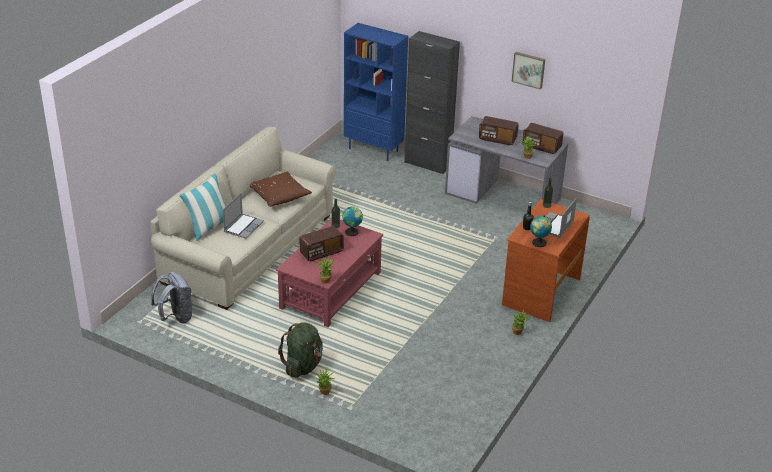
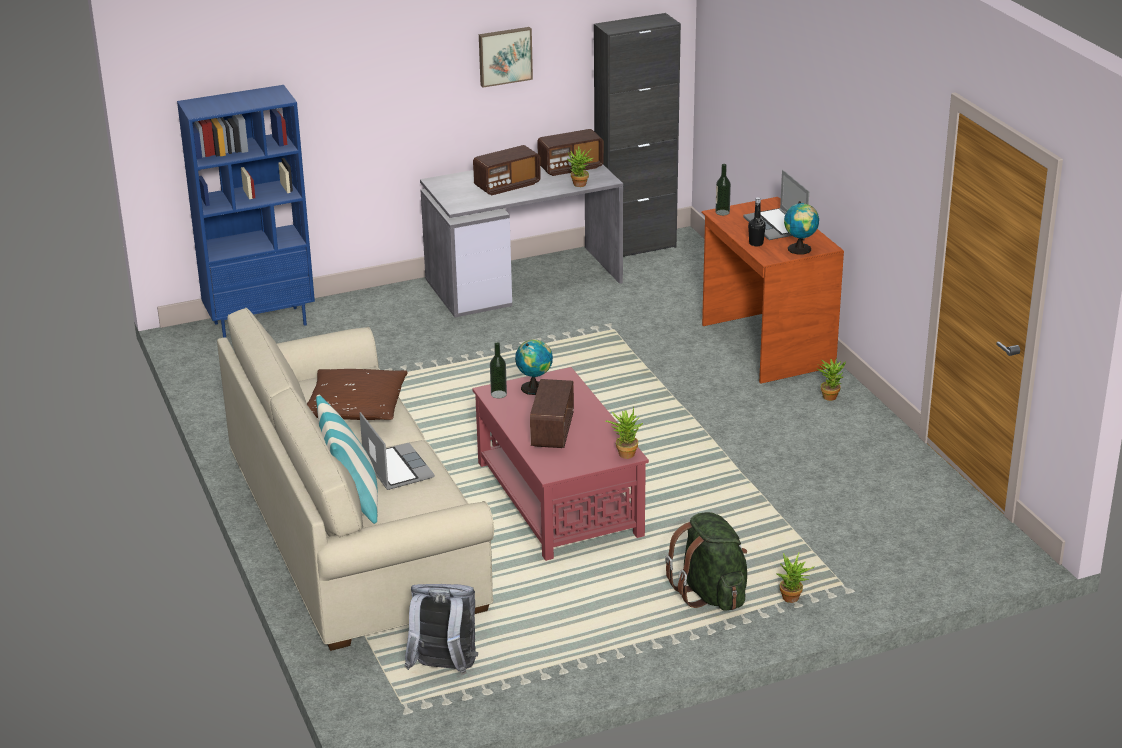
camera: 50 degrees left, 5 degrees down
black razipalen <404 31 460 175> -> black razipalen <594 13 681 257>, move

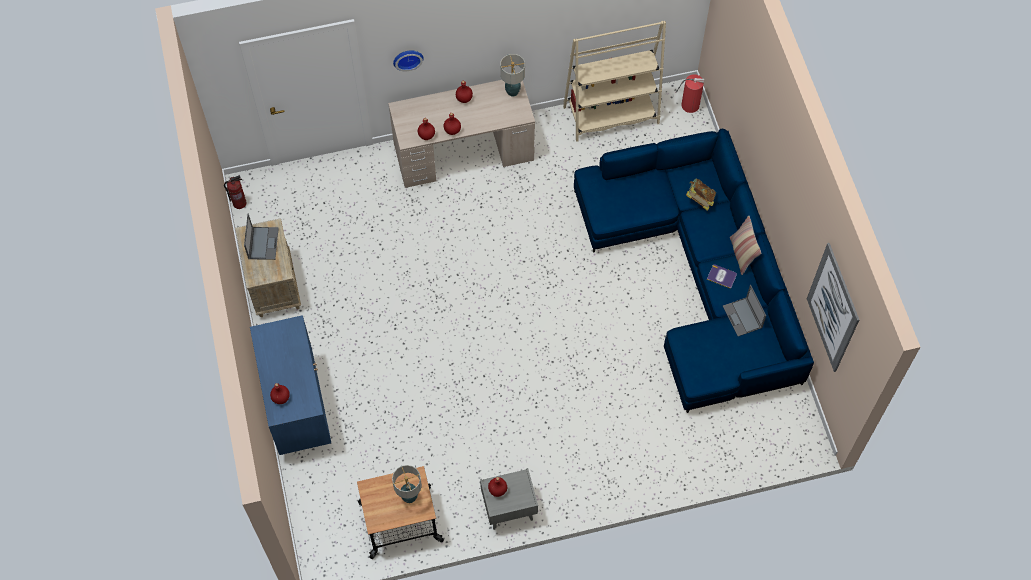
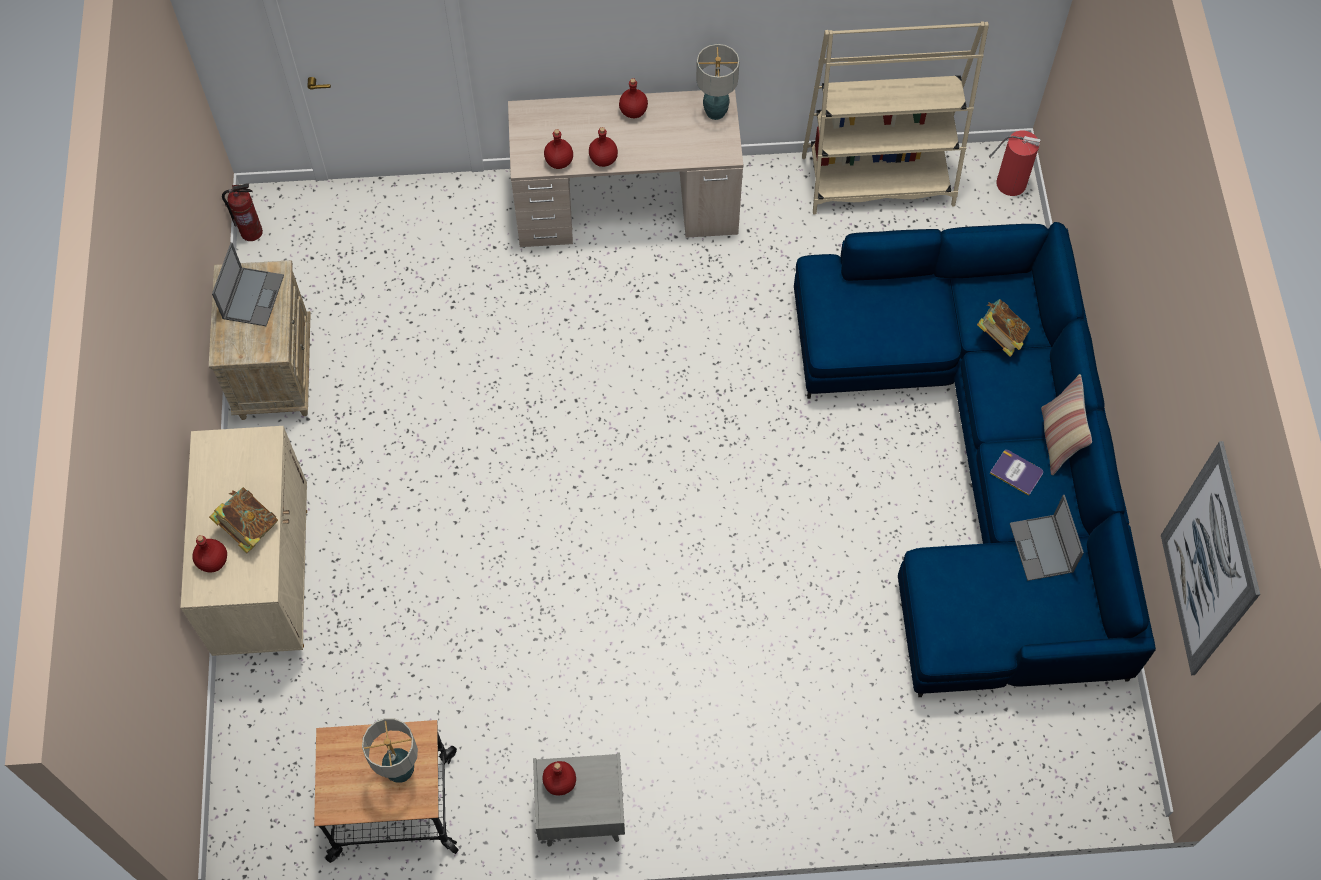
camera: 10 degrees right, 0 degrees up
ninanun <393 50 424 71> -> none
none -> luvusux <209 487 278 553>
blue razipalen <250 315 331 455> -> beige razipalen <180 426 307 656>

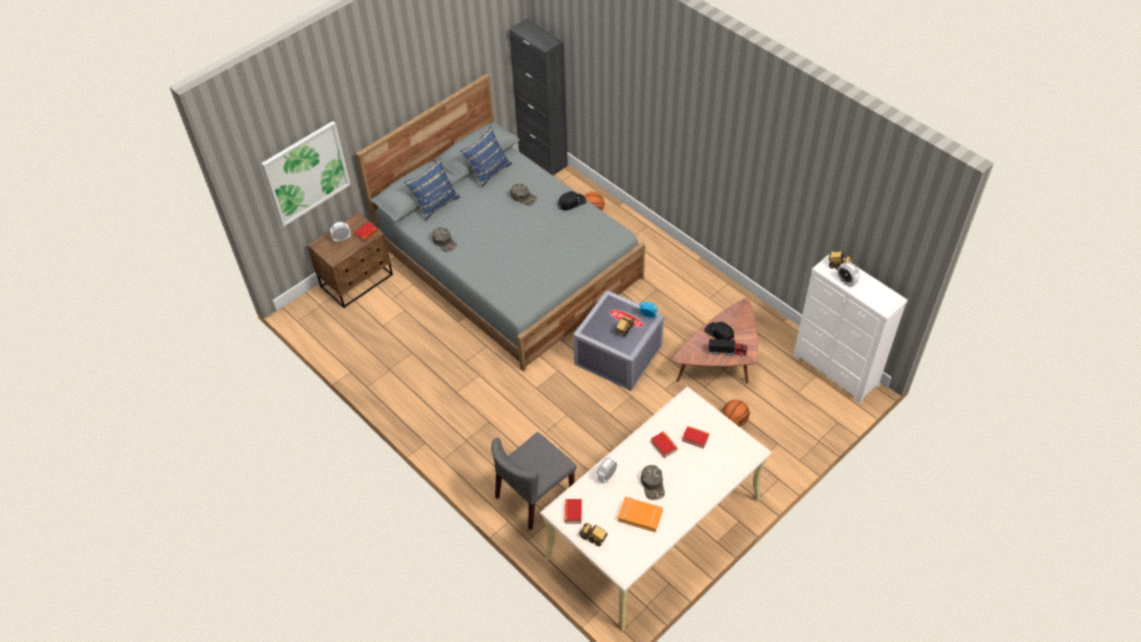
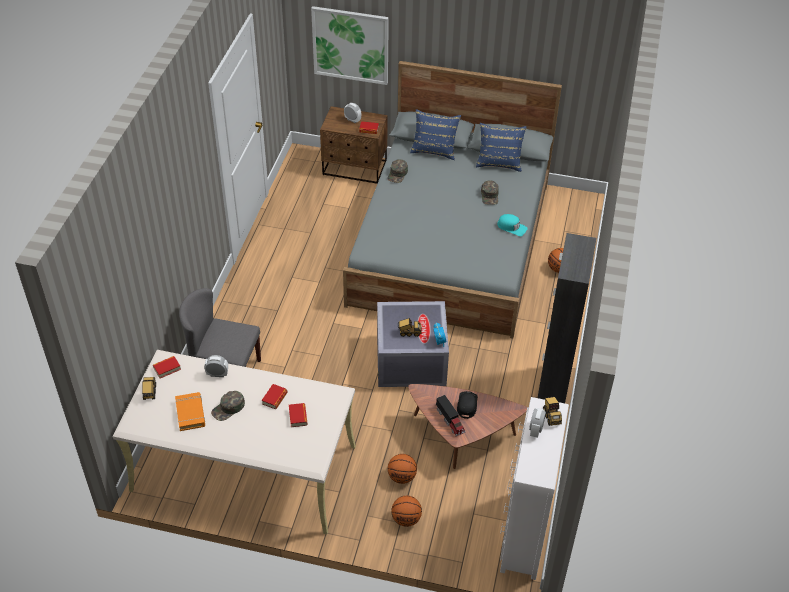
camera: 55 degrees right, 5 degrees down
none -> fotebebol <391 496 422 527>
black razipalen <509 19 568 176> -> black razipalen <538 233 596 403>, move
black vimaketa <558 191 586 210> -> turquoise vimaketa <497 214 528 236>

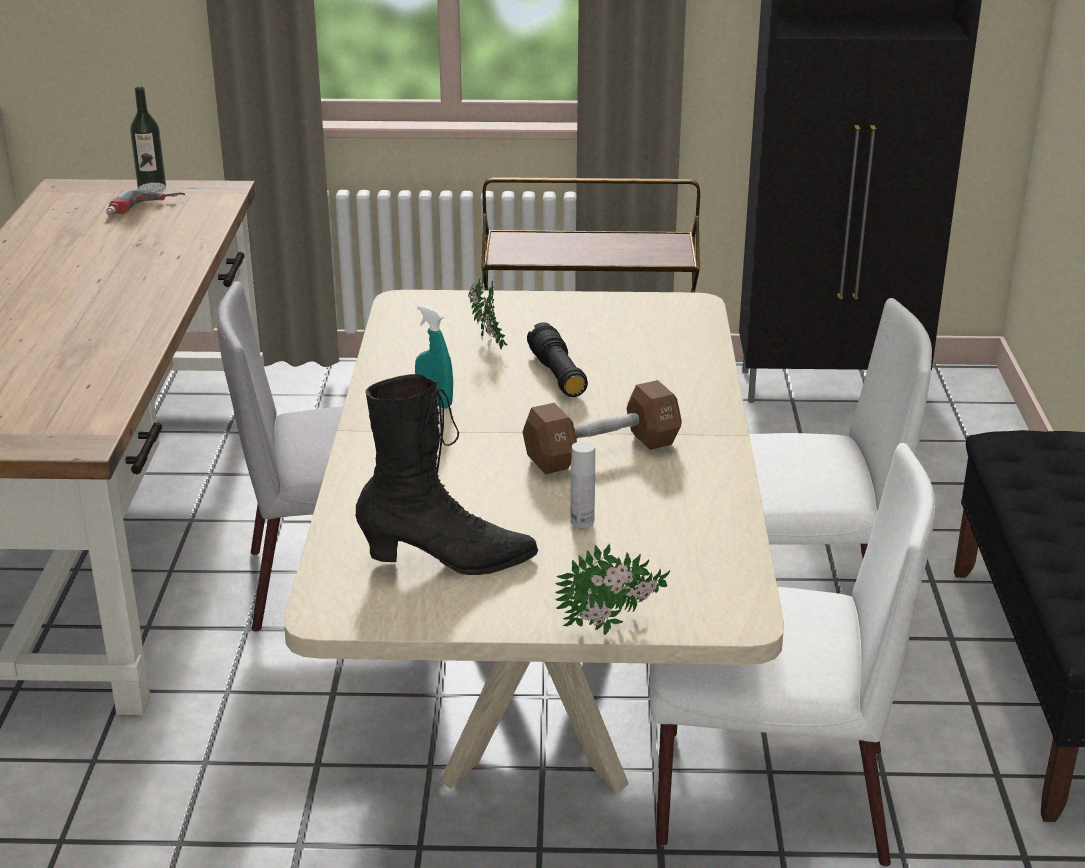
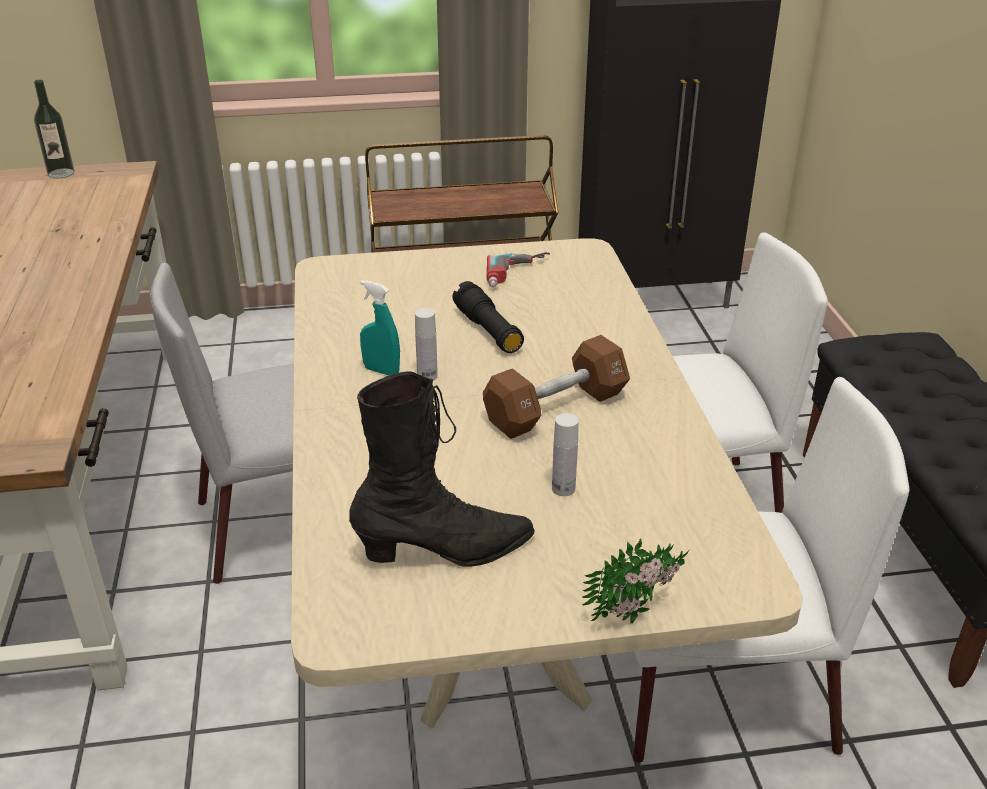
camera: 10 degrees left, 5 degrees up
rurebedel <468 266 508 350> -> none
none -> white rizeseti <415 308 438 381>
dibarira <106 190 185 216> -> dibarira <486 252 550 287>, move

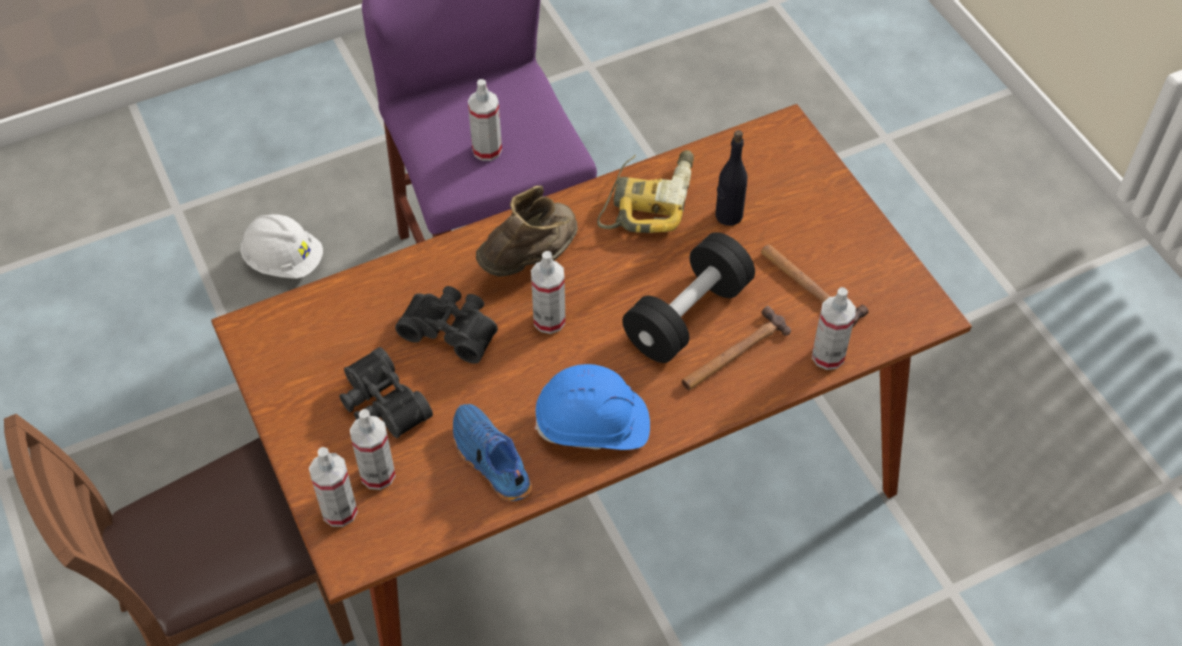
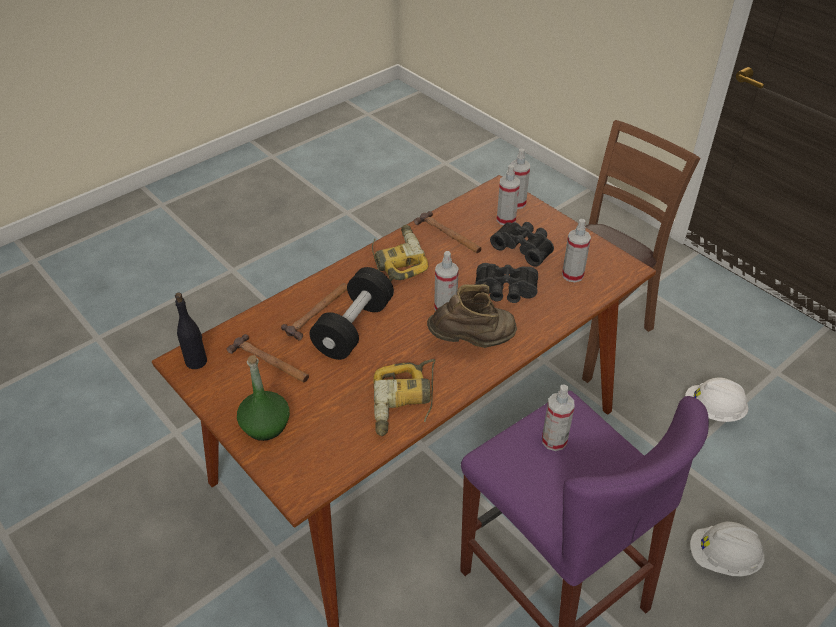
camera: 165 degrees right, 10 degrees down
none -> green rizeseti <237 355 290 441>
none -> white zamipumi <685 377 748 422>
black rizeseti <715 130 747 226> -> black rizeseti <175 293 207 369>, move
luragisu <812 287 856 370> -> luragisu <562 219 591 282>, move
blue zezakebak <453 404 532 502> -> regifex <414 211 482 253>
blue zamipumi <534 364 650 450> -> dibarira <372 225 428 281>
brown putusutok <476 186 578 276> -> brown putusutok <427 284 517 348>, 135 degrees counterclockwise

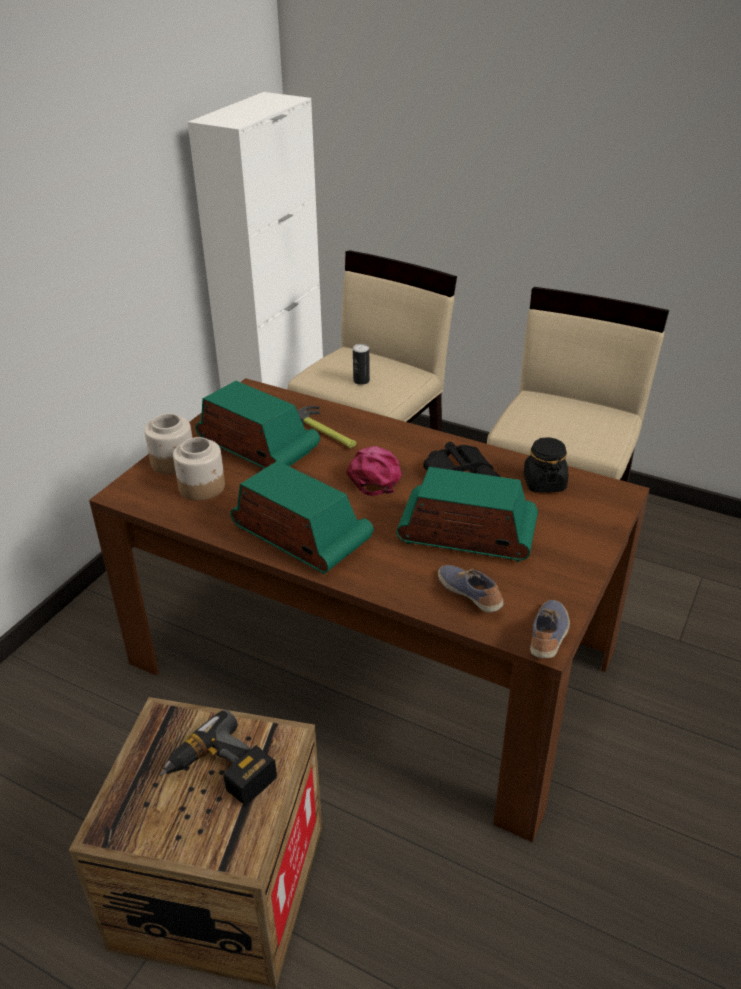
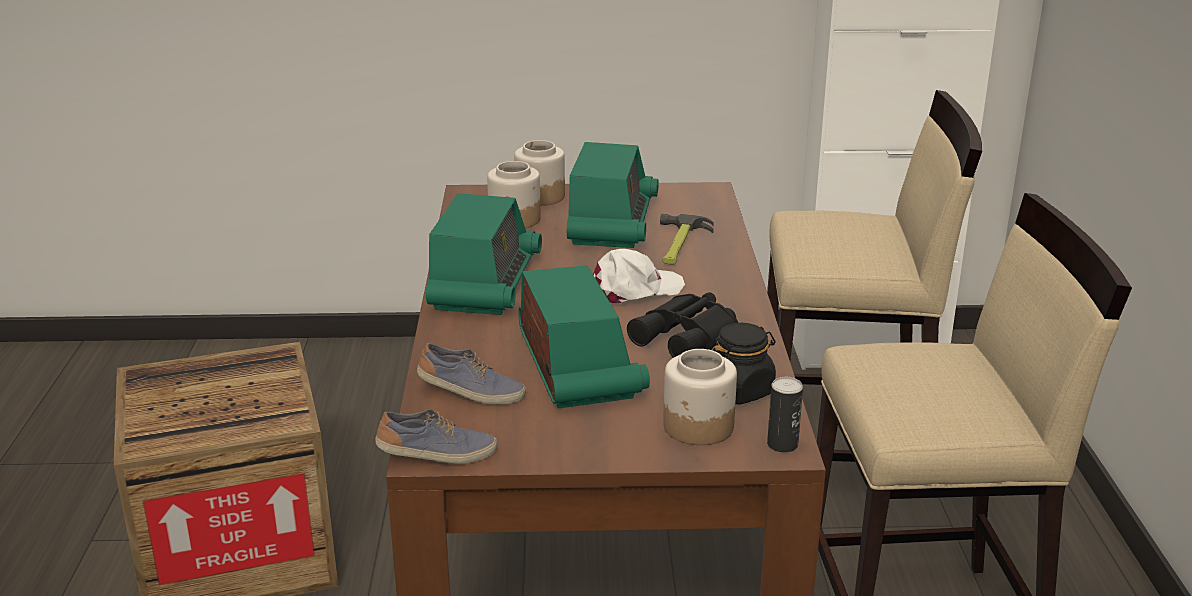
camera: 60 degrees right, 10 degrees down
dibarira <160 710 277 805> -> none
none -> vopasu <663 349 737 445>
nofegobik <353 344 370 385> -> nofegobik <767 377 803 452>, move
pink vimaketa <346 446 402 496> -> white vimaketa <593 249 685 303>
zezakebak <438 565 503 613> -> zezakebak <417 343 526 405>, 75 degrees clockwise

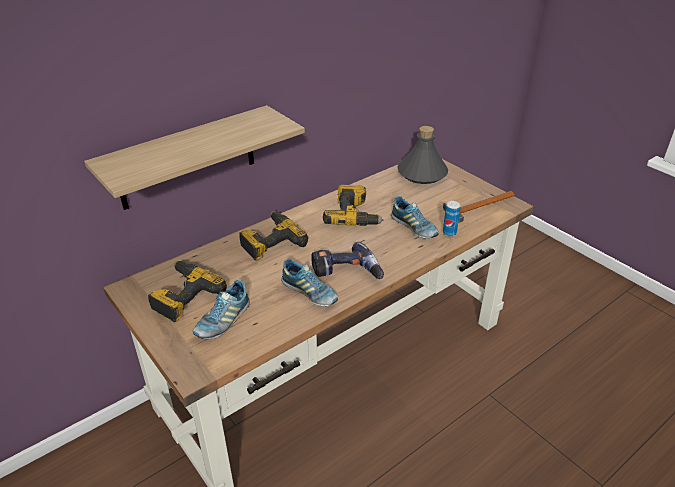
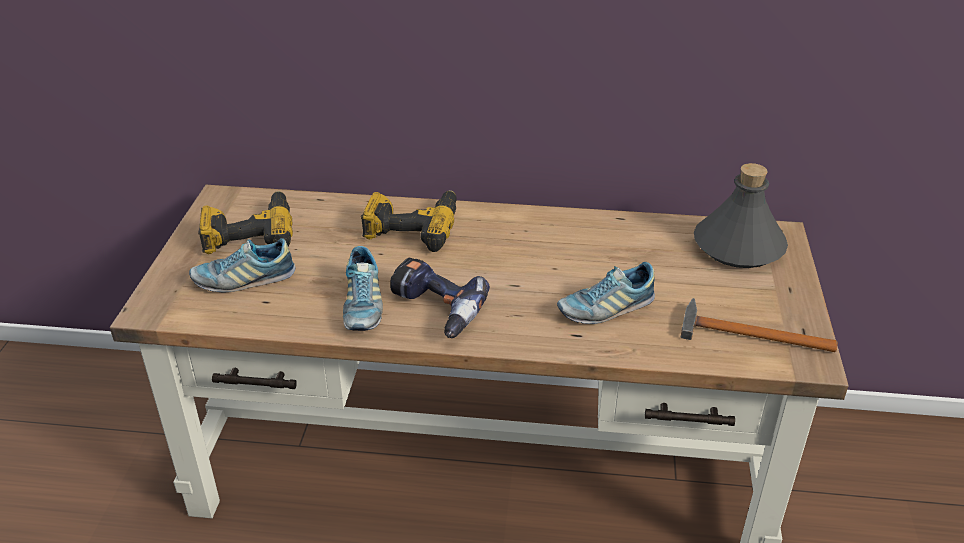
camera: 45 degrees right, 0 degrees up
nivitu <84 105 305 210> -> none
dibarira <323 185 384 226> -> none
nofegobik <443 201 461 236> -> none
zezakebak <391 196 439 239> -> zezakebak <557 262 655 324>, 60 degrees clockwise

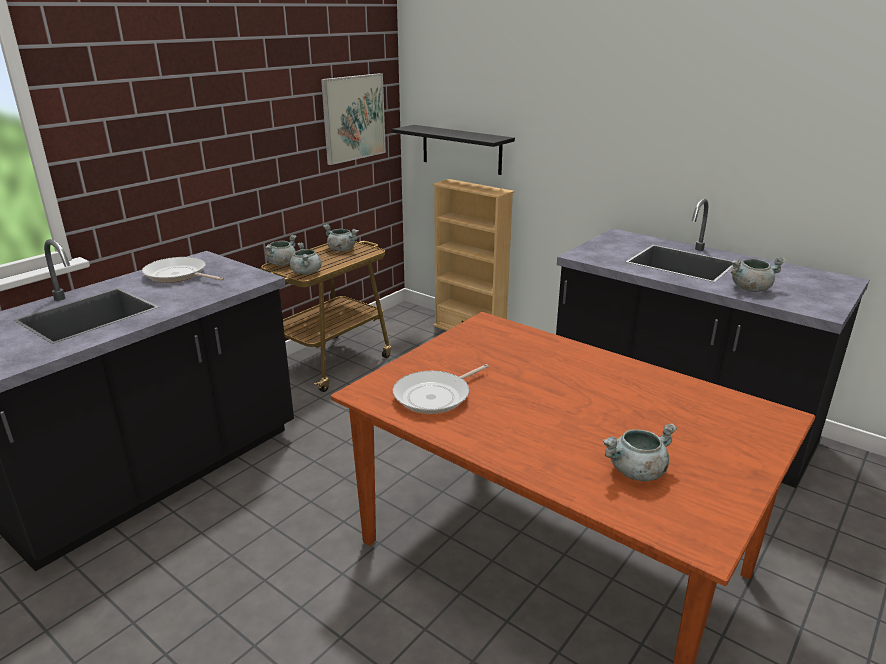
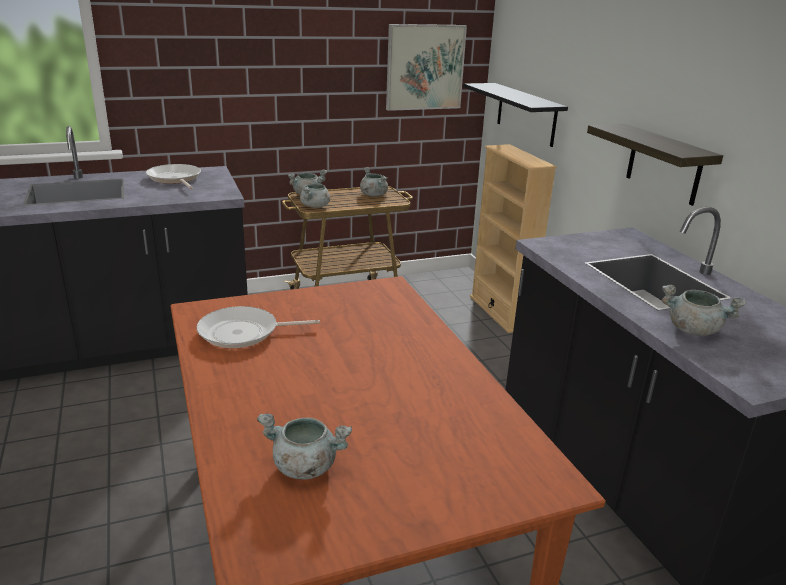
camera: 30 degrees right, 0 degrees up
none -> nivitu <587 123 723 206>

